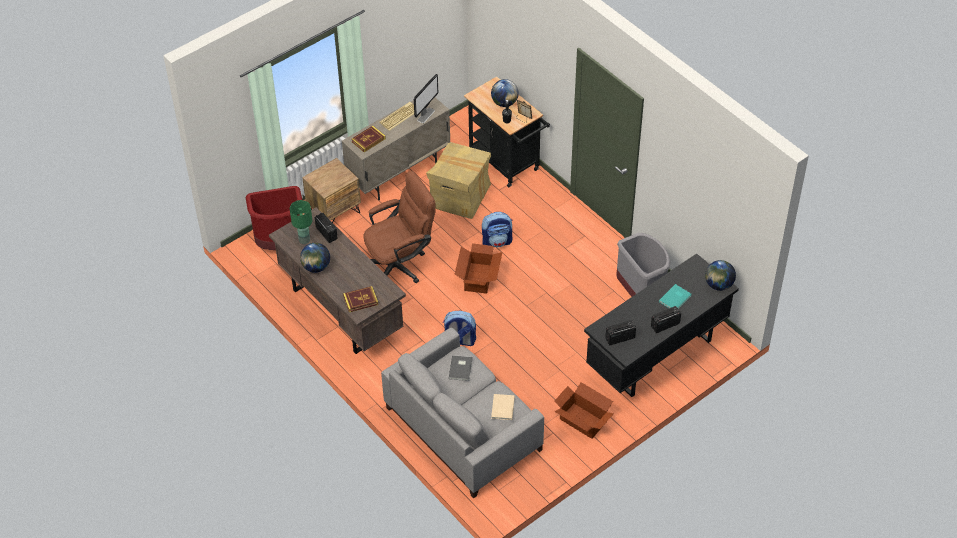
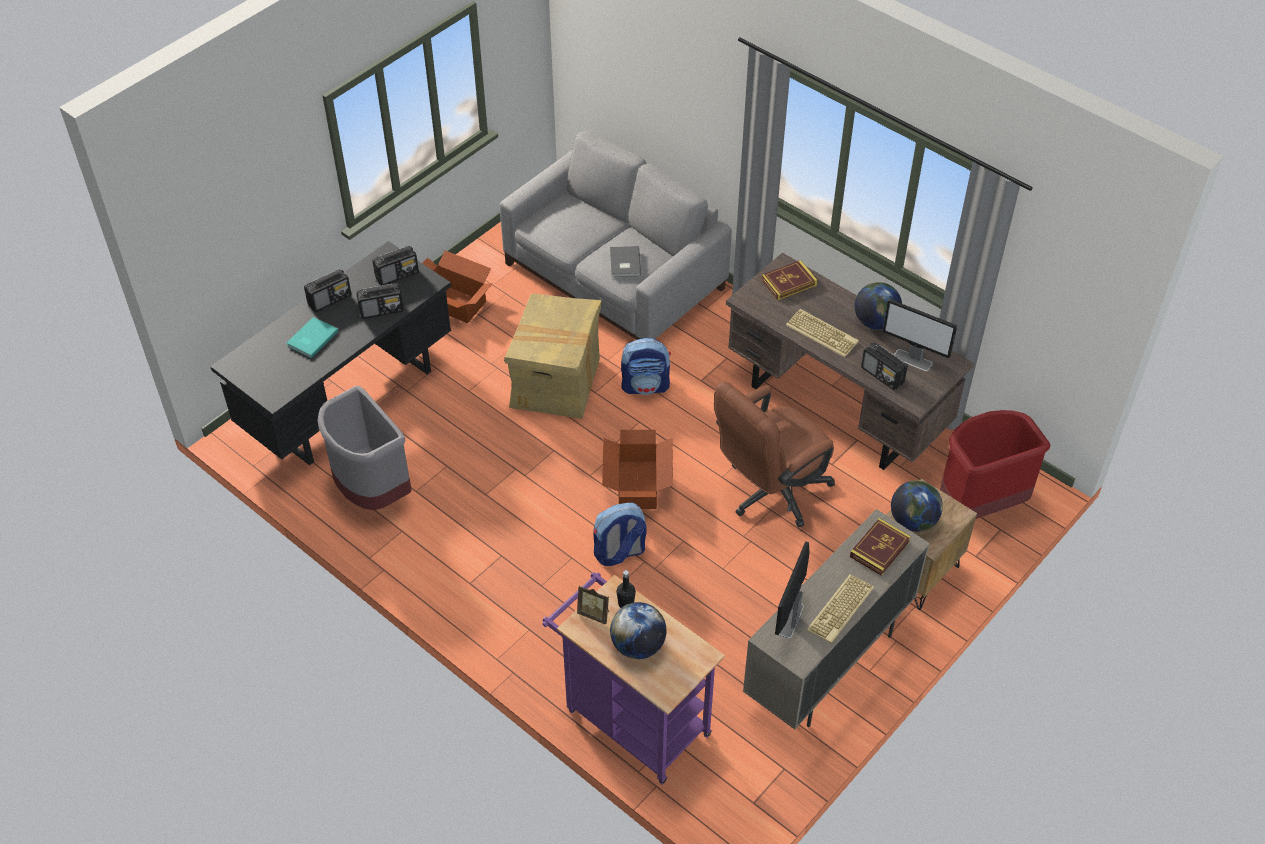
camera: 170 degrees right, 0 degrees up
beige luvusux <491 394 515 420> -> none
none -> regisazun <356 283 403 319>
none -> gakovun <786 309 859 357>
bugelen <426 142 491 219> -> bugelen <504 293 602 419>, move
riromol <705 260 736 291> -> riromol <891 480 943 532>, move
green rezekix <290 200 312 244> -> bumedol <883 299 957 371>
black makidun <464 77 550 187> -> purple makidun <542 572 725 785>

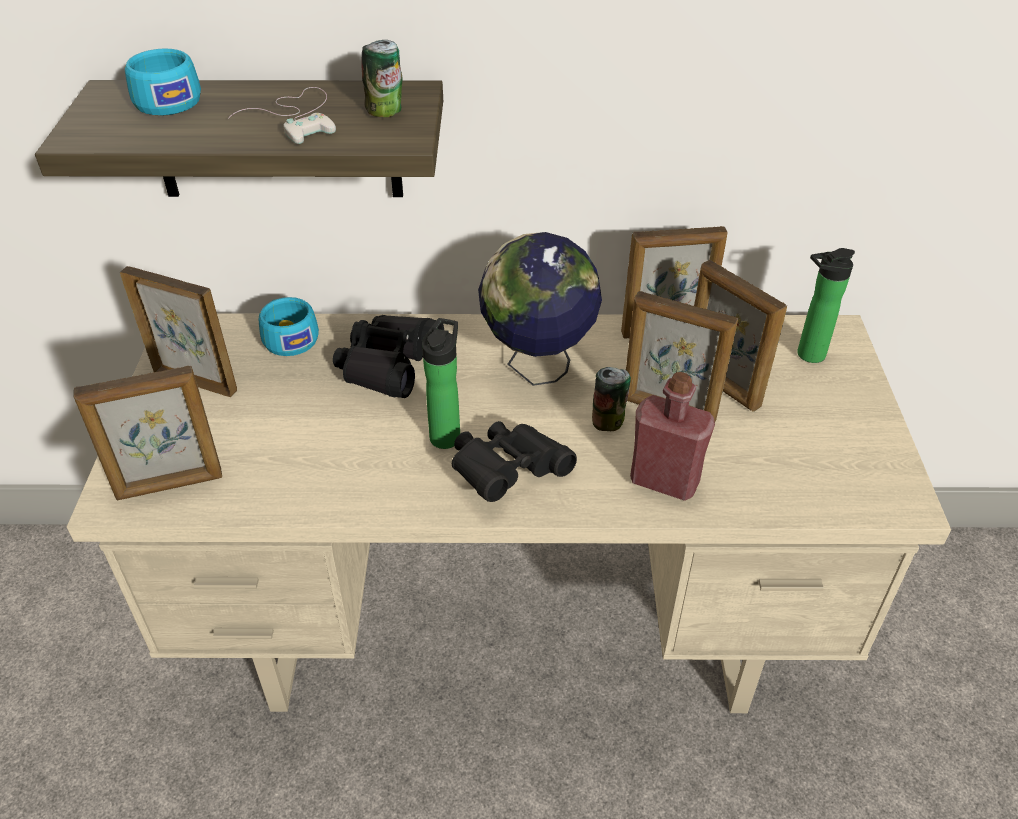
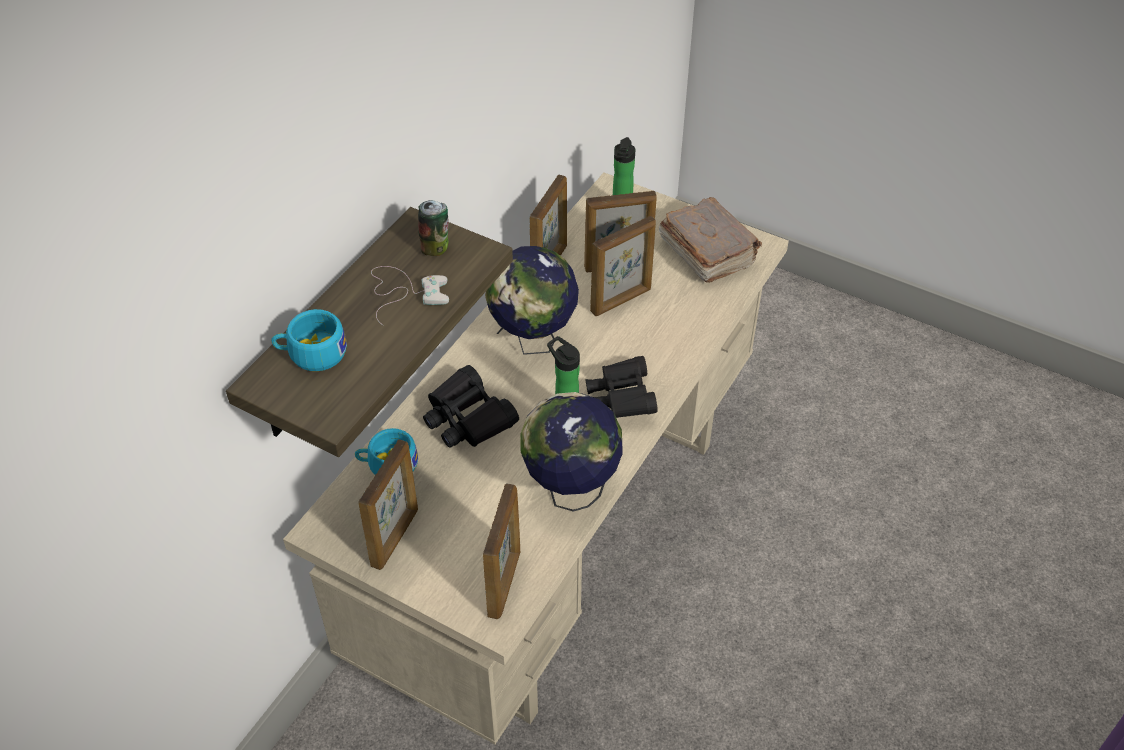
camera: 60 degrees left, 5 degrees up
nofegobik <592 367 631 431> -> none
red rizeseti <630 372 715 501> -> none
none -> riromol <520 392 623 512>
none -> brown luvusux <659 197 762 283>
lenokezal <120 266 237 398> -> lenokezal <358 439 418 570>, 150 degrees clockwise

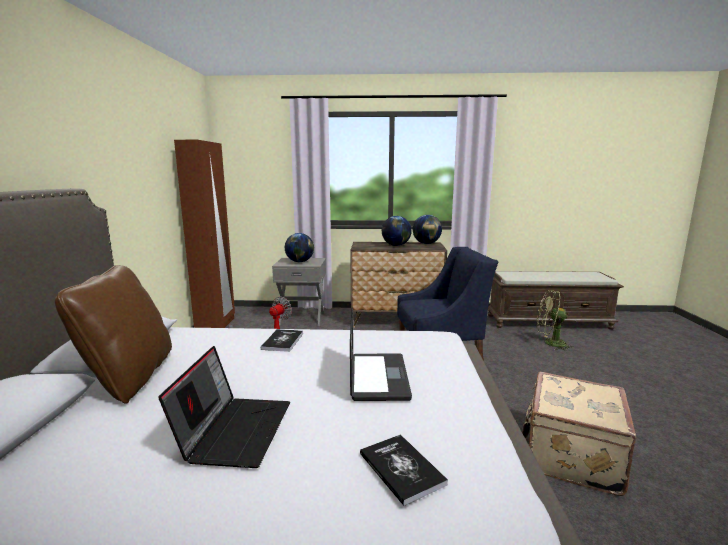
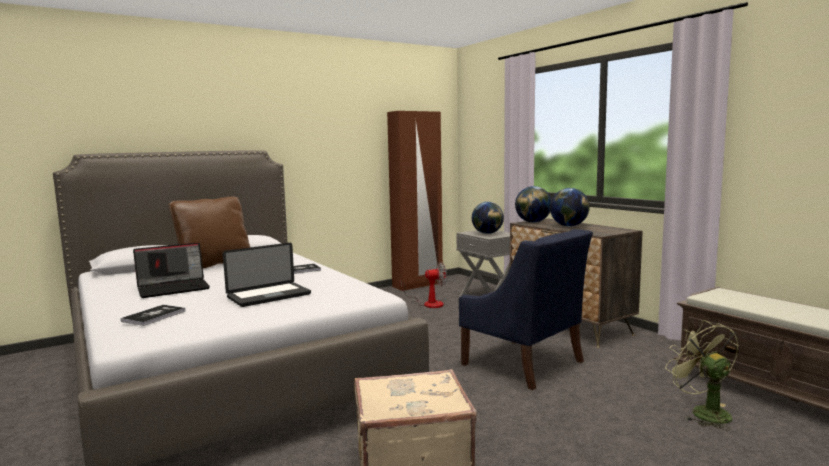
camera: 55 degrees right, 5 degrees down
riromol <413 215 442 244> -> riromol <515 186 551 223>, move

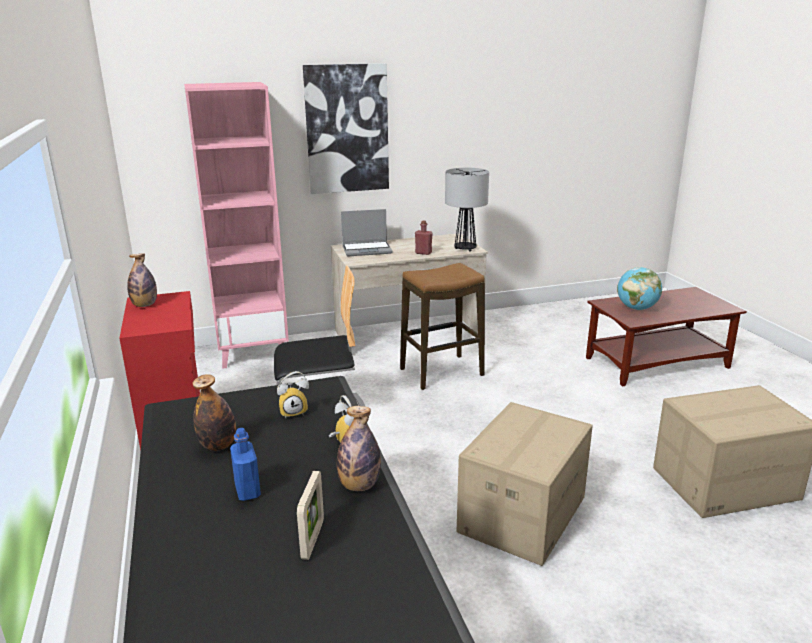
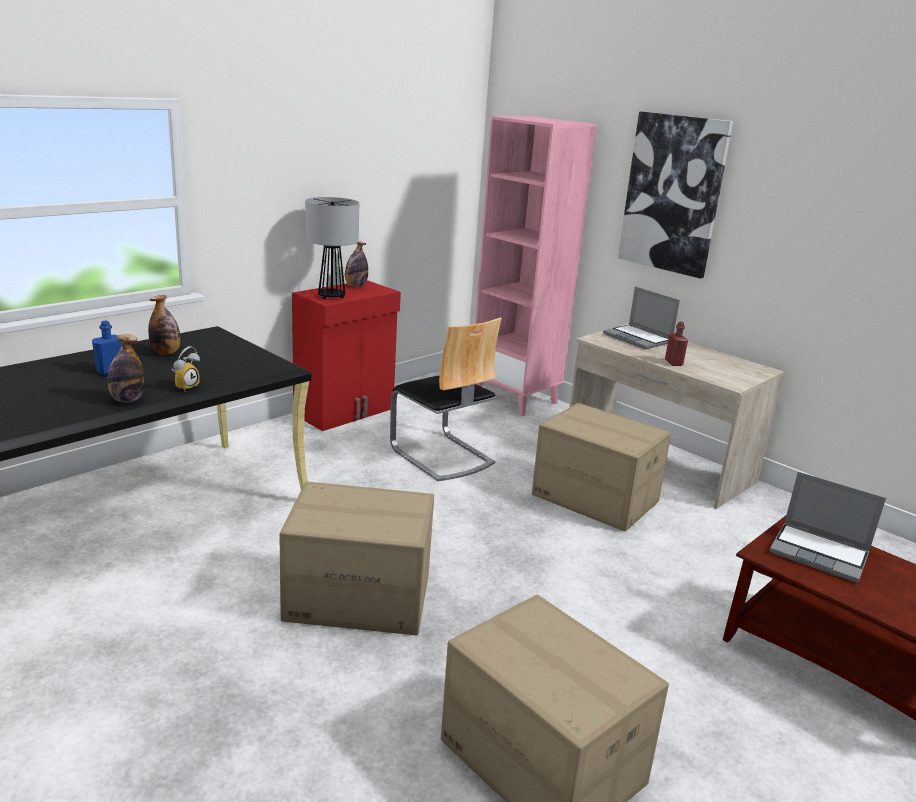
camera: 60 degrees right, 0 degrees up
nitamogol <277 371 309 418> -> none
lenokezal <297 471 324 560> -> none
rezekix <445 168 489 252> -> rezekix <305 197 359 299>, move
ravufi <400 263 485 390> -> bugelen <532 403 671 532>
riromol <617 267 662 310> -> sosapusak <770 472 886 582>

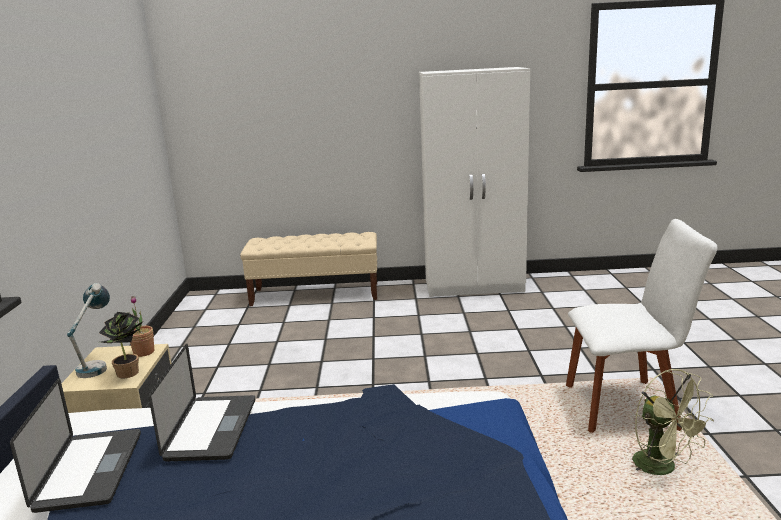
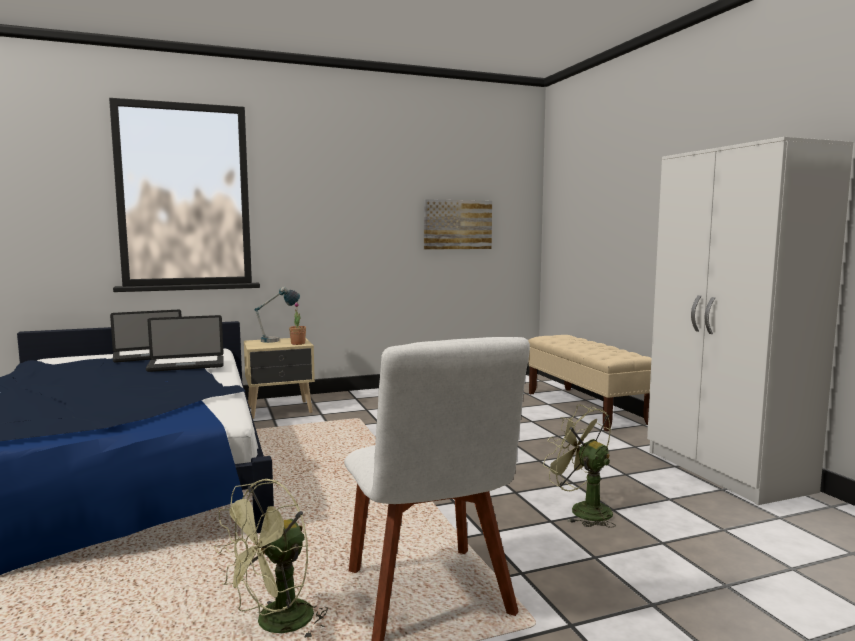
camera: 70 degrees right, 10 degrees down
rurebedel <99 312 144 379> -> none
none -> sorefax <424 199 492 250>
none -> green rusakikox <543 404 616 528>

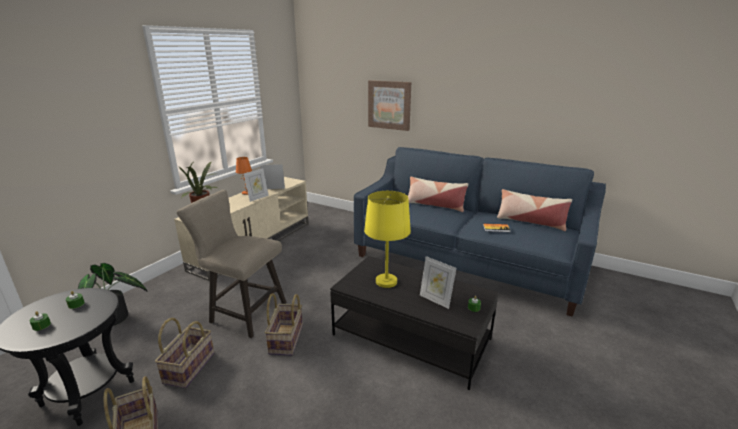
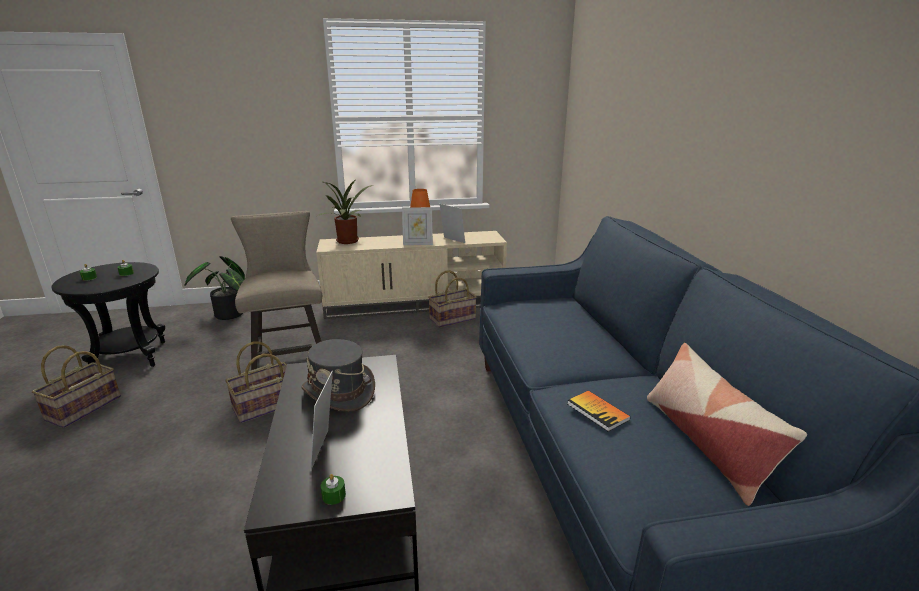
camera: 50 degrees right, 0 degrees up
sorefax <368 80 411 131> -> none
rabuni <408 177 468 212> -> none
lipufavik <155 318 214 388> -> lipufavik <428 271 477 328>, move
yellow rezekix <364 191 411 288> -> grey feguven <302 339 375 412>

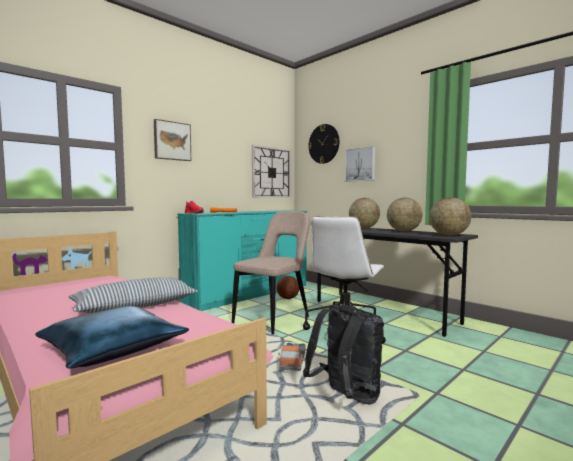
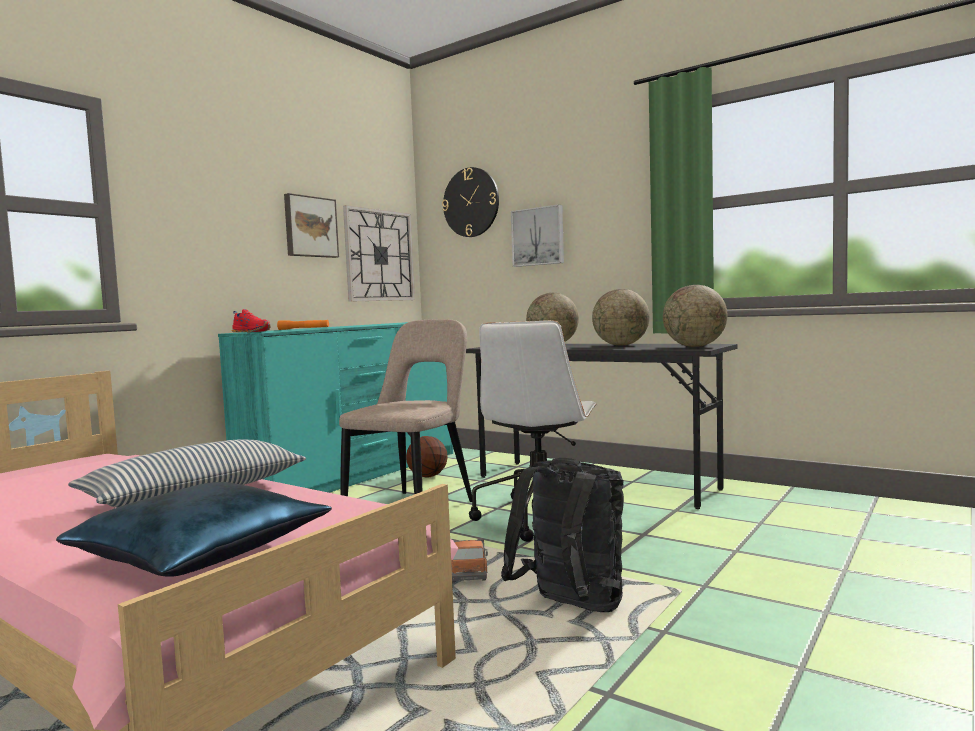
camera: 10 degrees left, 0 degrees up
sorefax <154 119 191 161> -> sorefax <284 193 339 258>, move

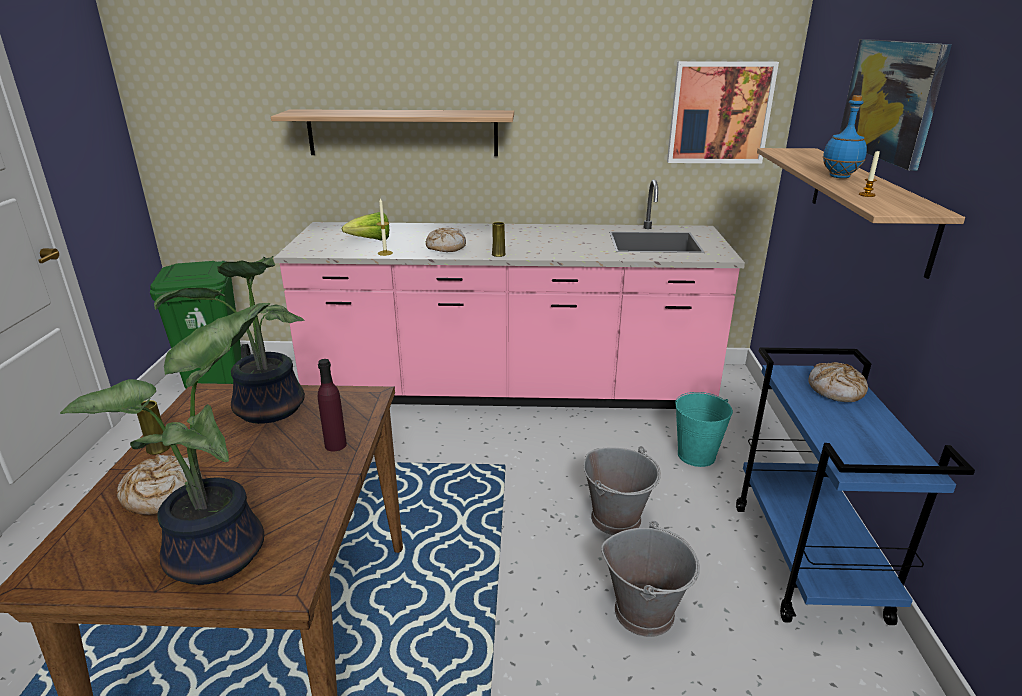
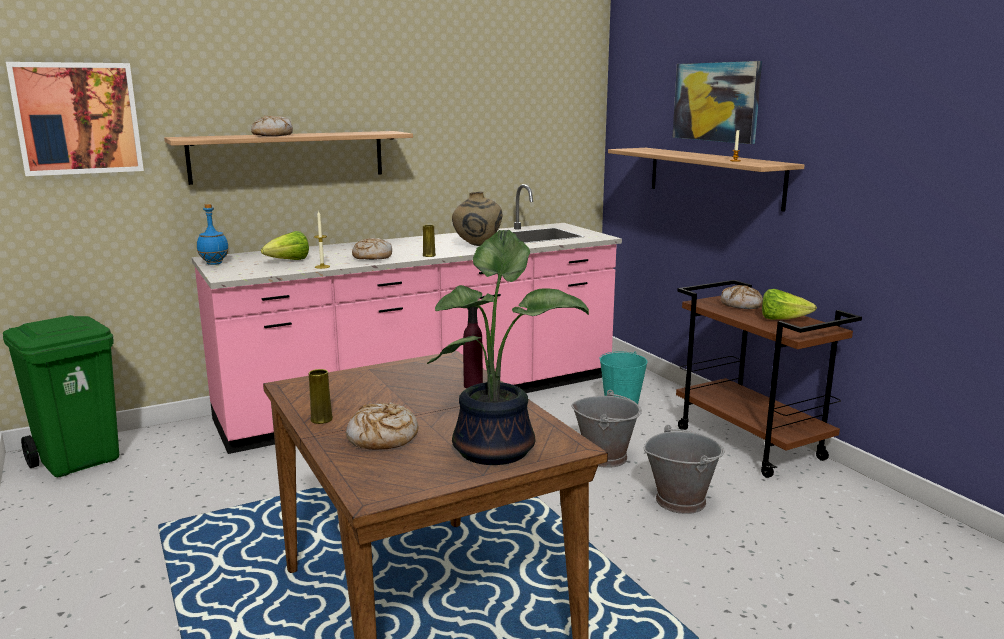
camera: 30 degrees left, 10 degrees down
rurebedel <154 256 305 424> -> none
none -> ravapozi <251 116 293 136>
none -> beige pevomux <452 192 503 246>
none -> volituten <762 289 817 320>
sorefax <667 61 779 164> -> sorefax <6 62 144 176>, move
blue rizeseti <823 95 867 178> -> blue rizeseti <197 204 229 265>, move
blue makidun <736 348 975 625> -> brown makidun <676 280 862 478>

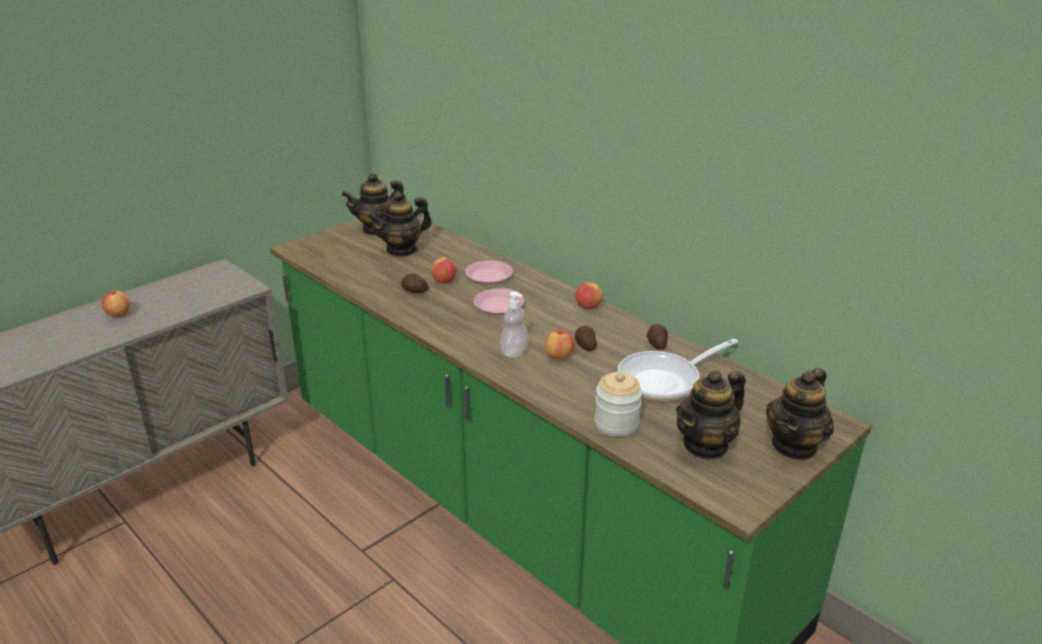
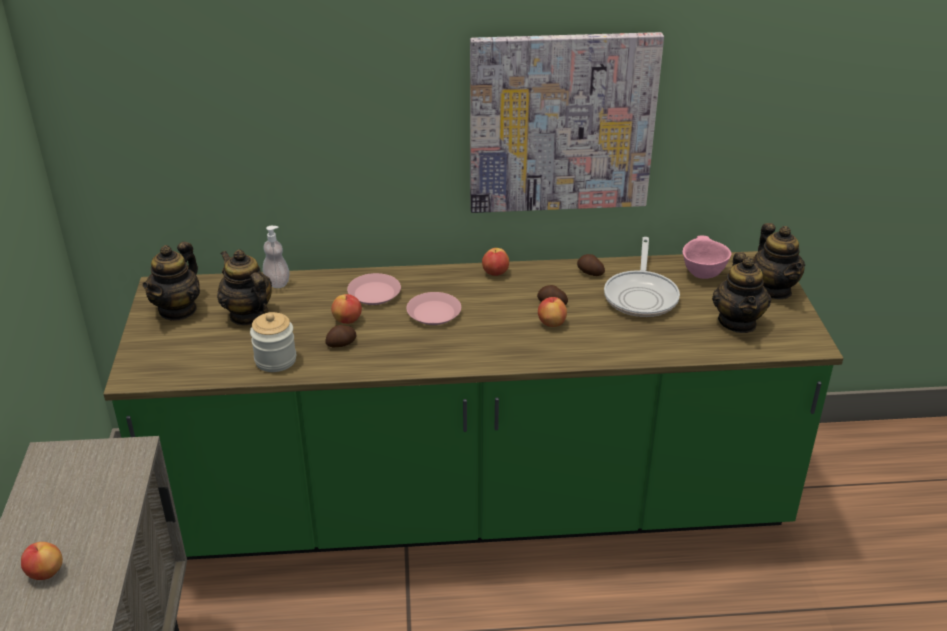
camera: 50 degrees left, 5 degrees up
none -> sorefax <470 32 664 213>
none -> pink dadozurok <683 236 731 279>
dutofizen <500 291 528 358> -> dutofizen <263 226 290 288>, move
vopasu <594 372 642 437> -> vopasu <250 312 296 372>, move
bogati <367 192 432 257> -> bogati <217 250 272 326>, 135 degrees clockwise

